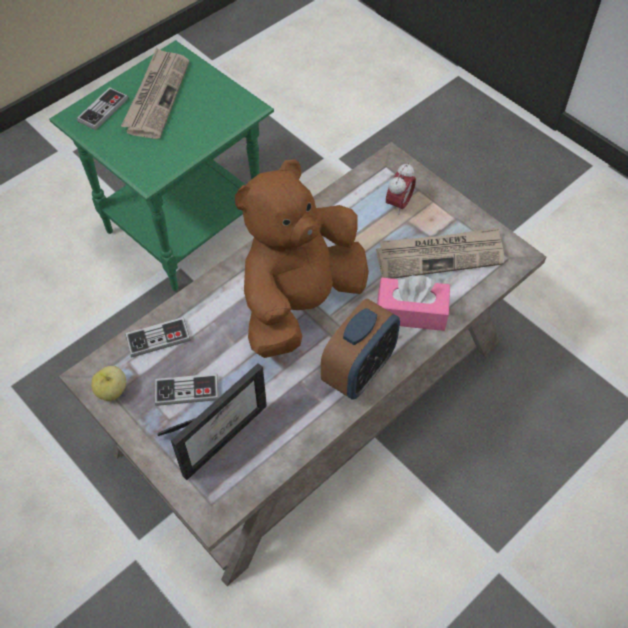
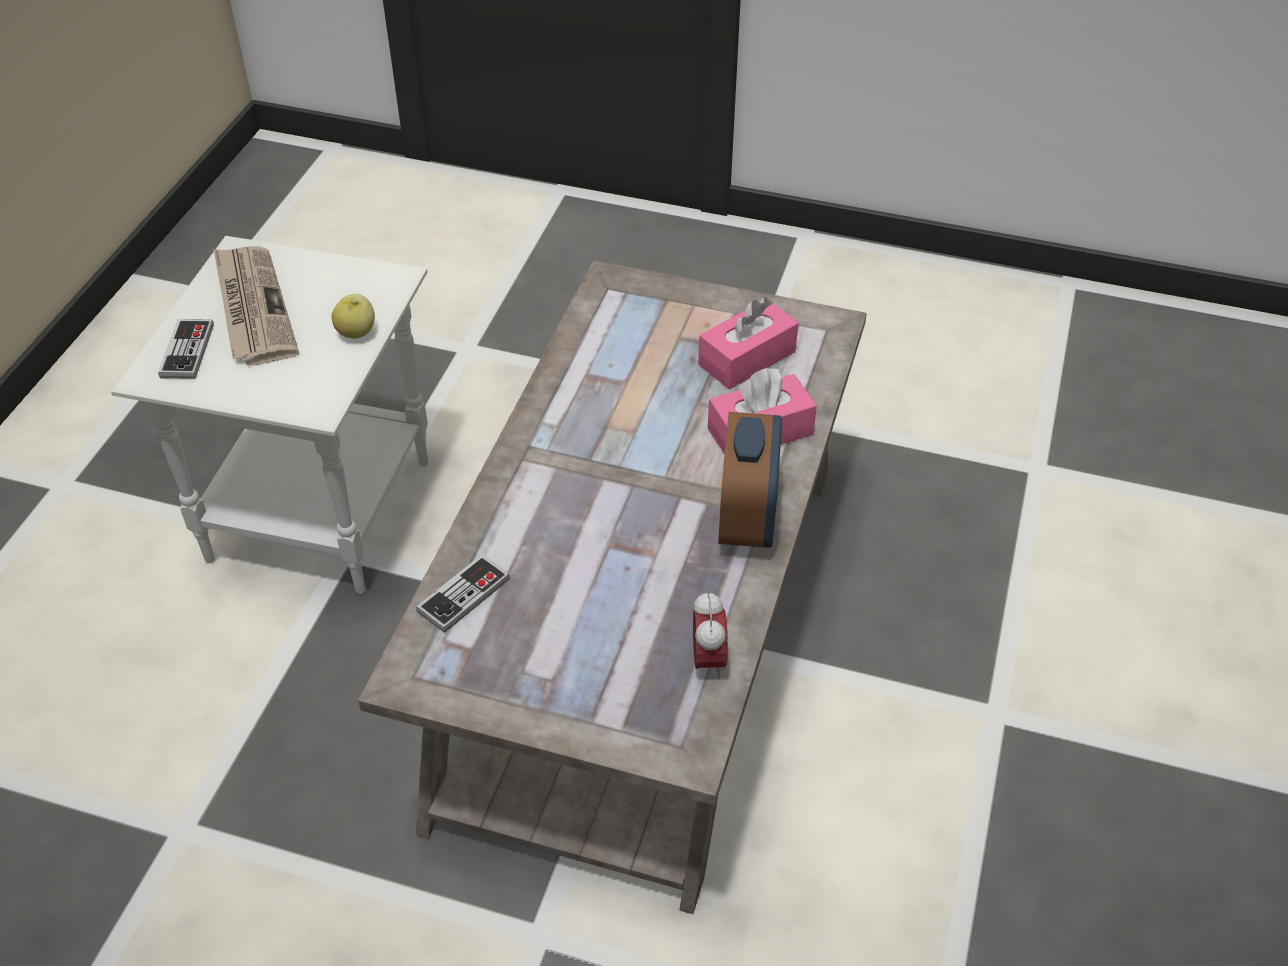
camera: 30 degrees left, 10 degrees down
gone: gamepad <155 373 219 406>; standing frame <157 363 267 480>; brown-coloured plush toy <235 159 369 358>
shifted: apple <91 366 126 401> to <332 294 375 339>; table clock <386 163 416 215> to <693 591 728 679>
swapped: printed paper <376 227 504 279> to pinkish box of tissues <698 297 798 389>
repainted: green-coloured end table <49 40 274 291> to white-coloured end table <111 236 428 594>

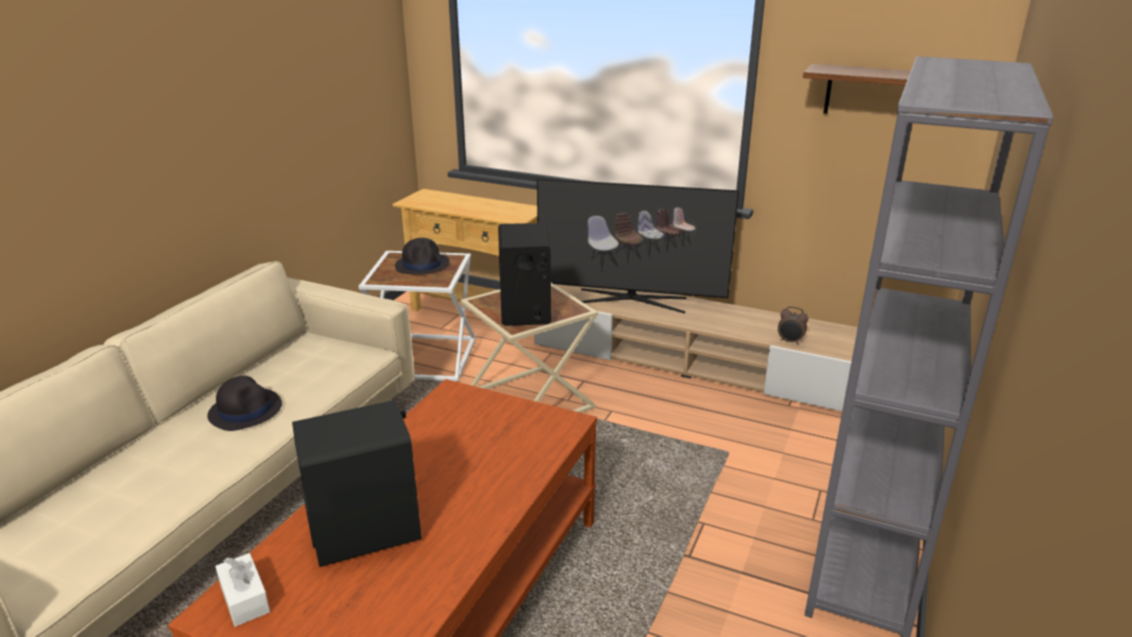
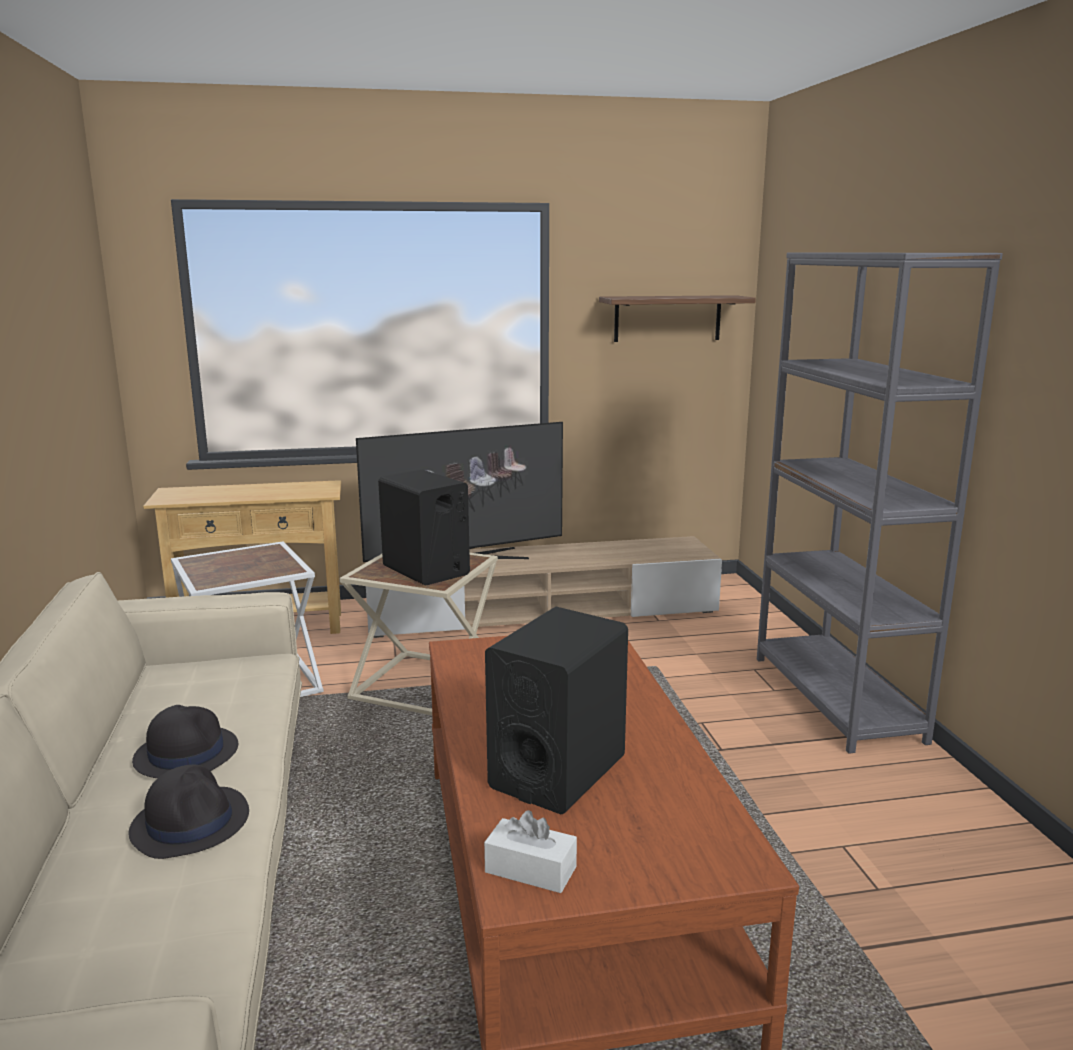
camera: 35 degrees left, 10 degrees down
gone: table clock <778 306 809 345>
shifted: black hat <395 238 450 275> to <129 765 249 859>

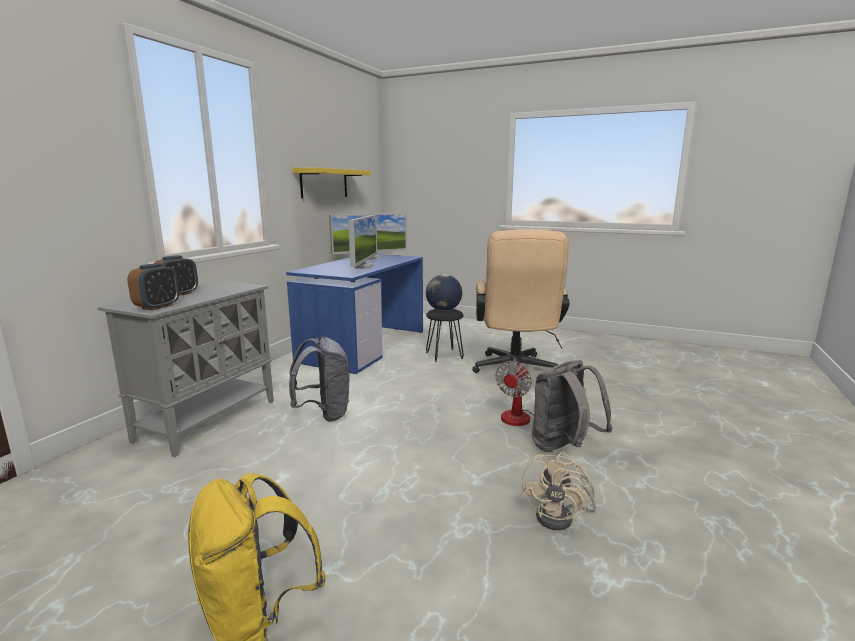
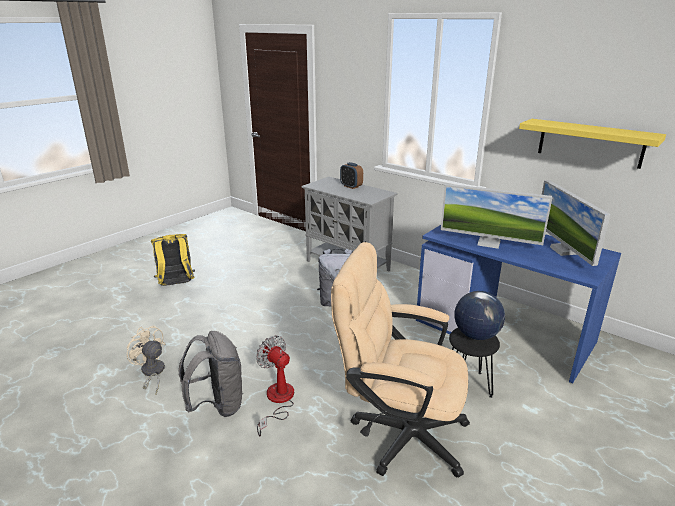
camera: 105 degrees right, 10 degrees up
gone: table clock <127 263 179 310>

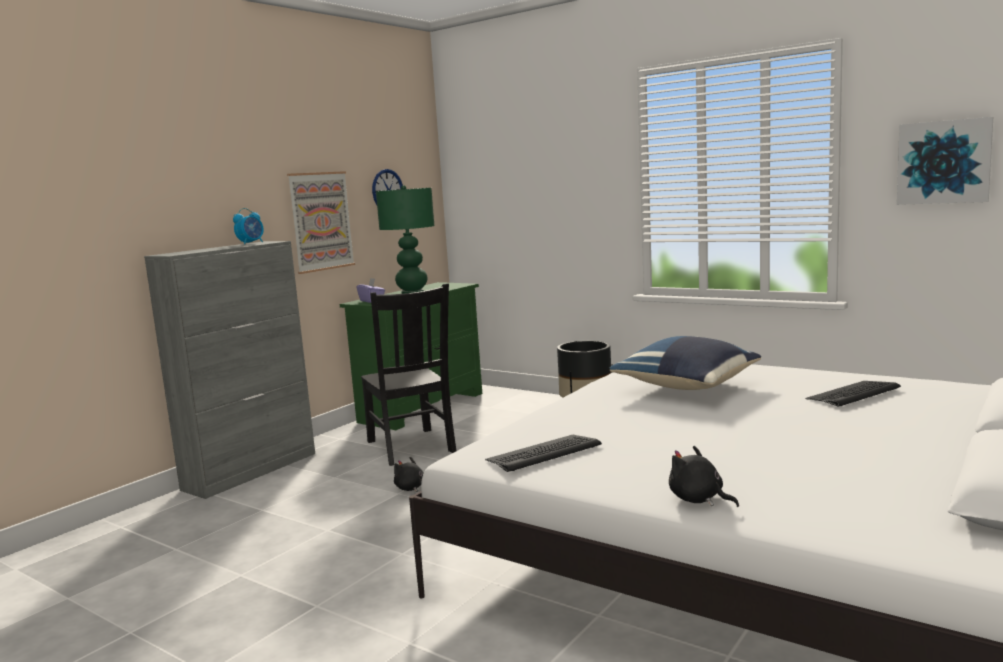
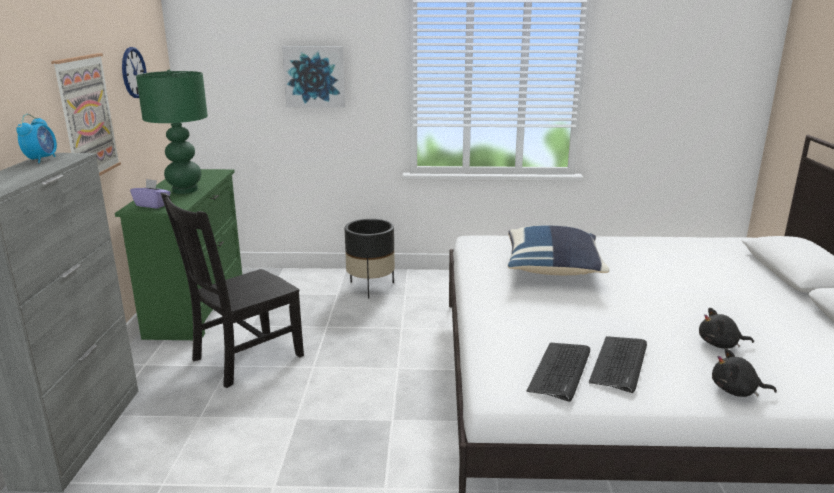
camera: 35 degrees left, 10 degrees up
shifted: wall art <897 117 993 205> to <282 46 345 108>; PC keyboard <806 381 901 406> to <589 336 647 393>; black plush toy <394 457 424 492> to <699 308 754 349>
rotated: black upright chair <361 284 456 466> = <161 193 304 388> 105 degrees clockwise

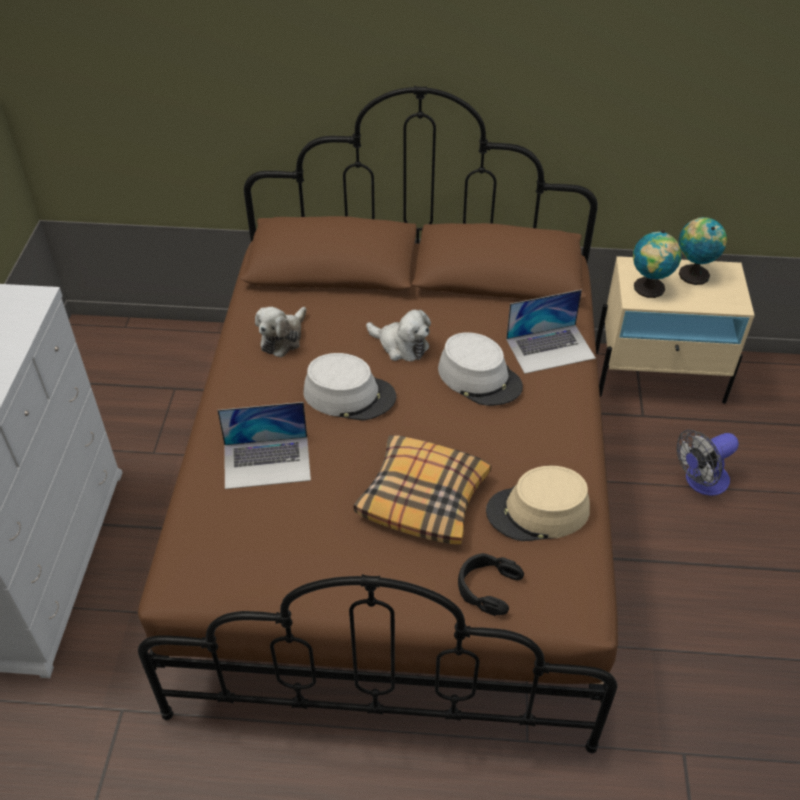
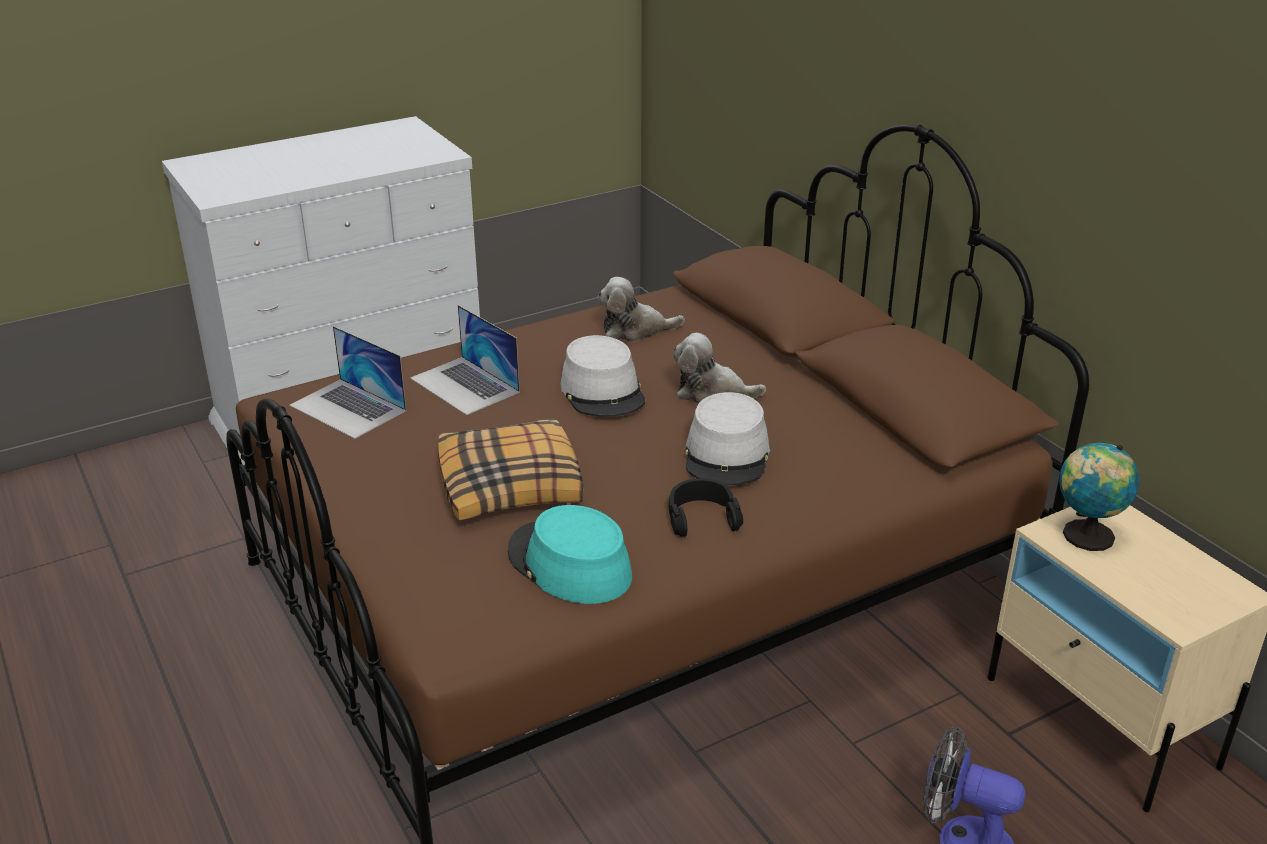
camera: 55 degrees right, 15 degrees down
gone: globe <679 217 727 285>
shifted: portable computer <506 290 596 374> to <289 326 406 439>; black pair of headphones <458 553 524 616> to <669 478 743 537>
repainted: beige-coloured hat <486 465 590 541> to turquoise hat <508 505 632 604>
rotated: plush toy <366 310 431 362> = <673 333 766 404> 105 degrees clockwise

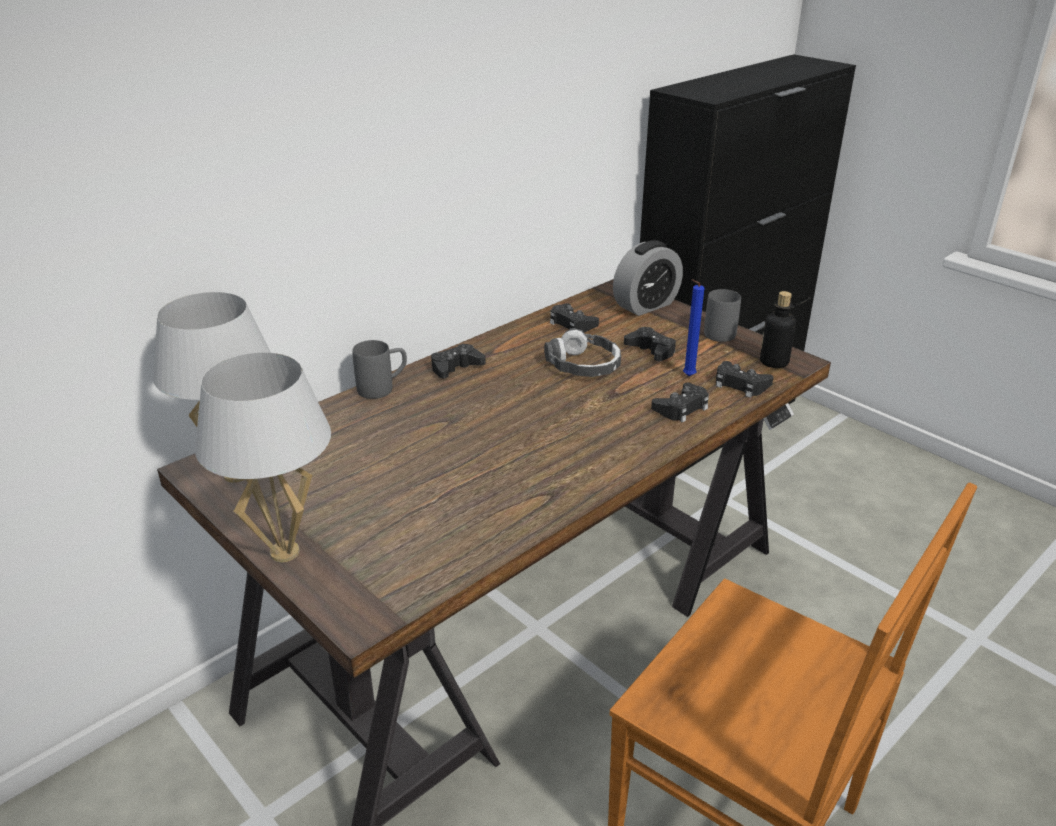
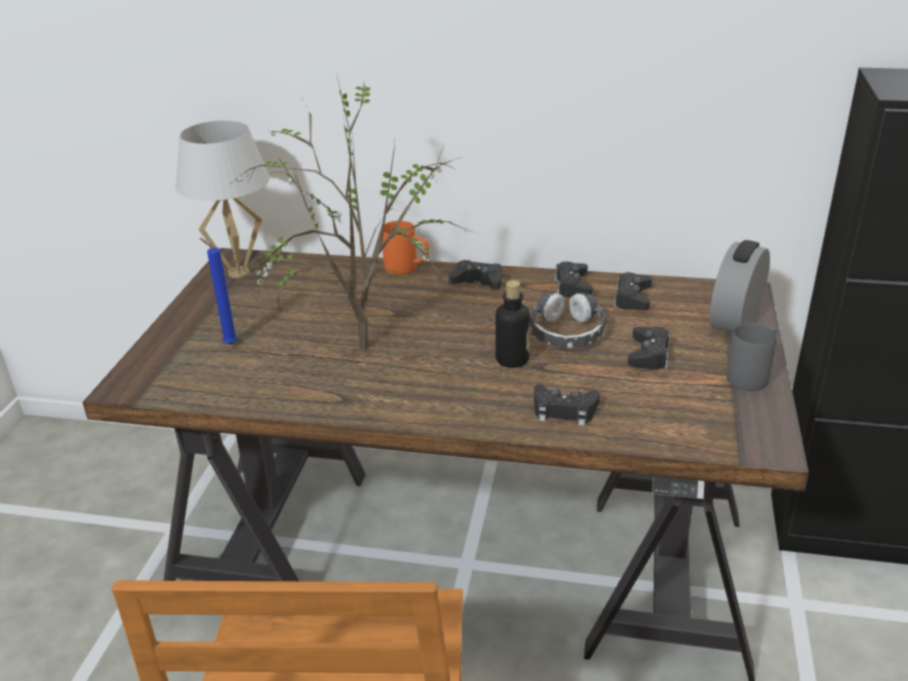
camera: 55 degrees right, 0 degrees up
gone: white-coloured table lamp <195 352 331 562>
new: houseplant <229 72 475 351>
shifted: blue wax light <683 279 705 376> to <200 238 237 344>; bottle <760 291 796 368> to <495 280 530 368>; black gamepad <716 361 774 398> to <554 261 593 298>
repainted: greyish coffee mug <352 340 407 399> to orange coffee mug <382 221 429 275>
rotated: table clock <613 240 683 316> = <710 240 770 332> 105 degrees clockwise

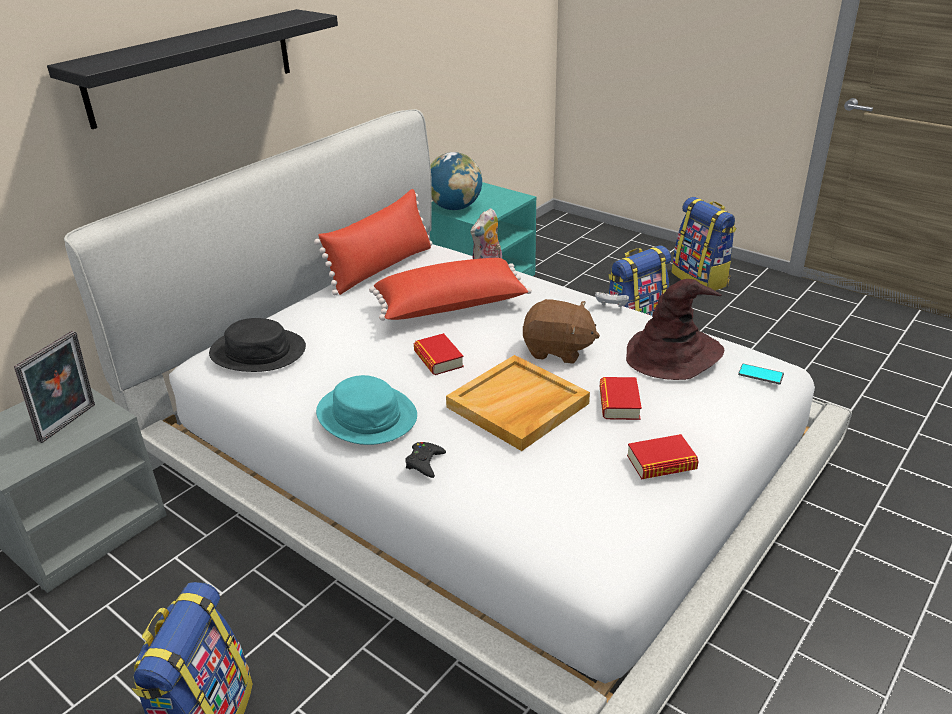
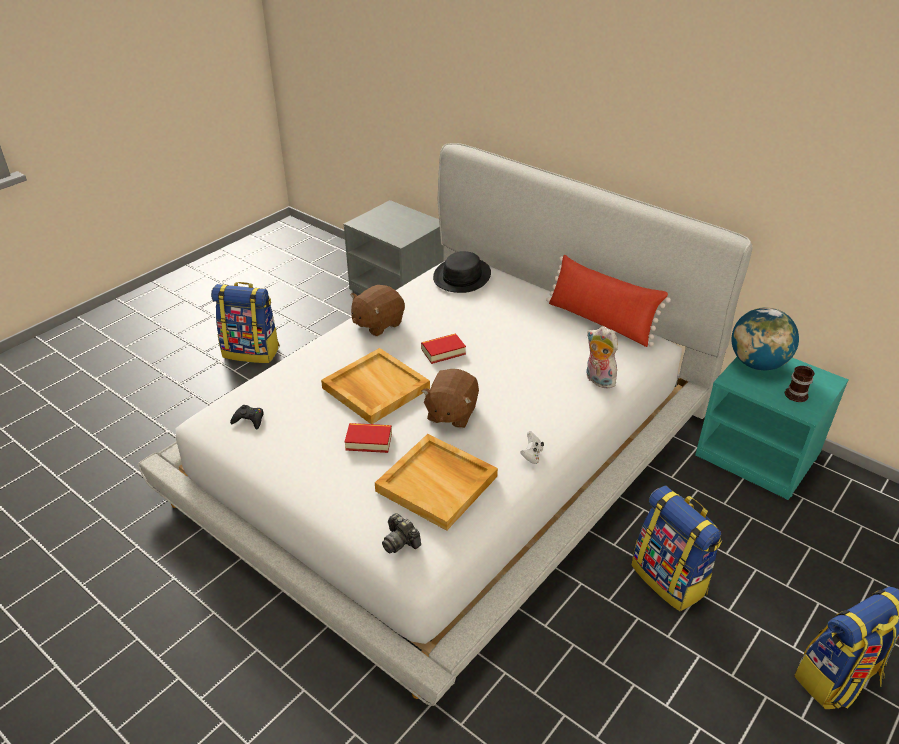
camera: 90 degrees right, 5 degrees up
gone: standing frame <14 331 95 443>; black bracket shelf <47 9 338 129>; reddish pillow <369 258 532 321>; volume <627 434 699 479>
new: coffee mug <785 366 815 402>
shifted: black gamepad <405 442 446 478> to <230 405 263 430>
swapped: turquoise hat <316 375 417 445> to brown-coloured plush toy <351 285 405 336>; brown-coloured hat <626 279 724 380> to beige-coloured serving tray <375 434 498 531>; handset <738 364 784 385> to photo camera <382 513 421 554>

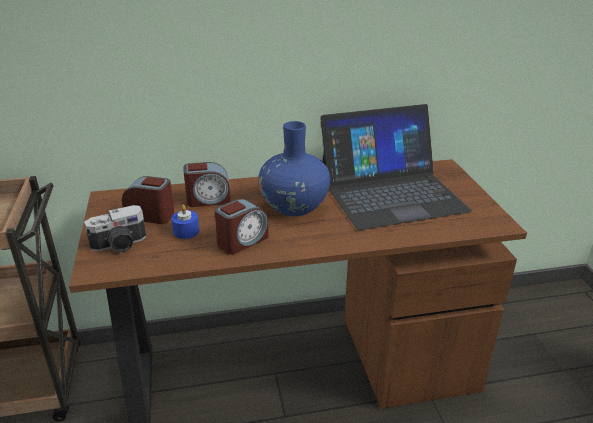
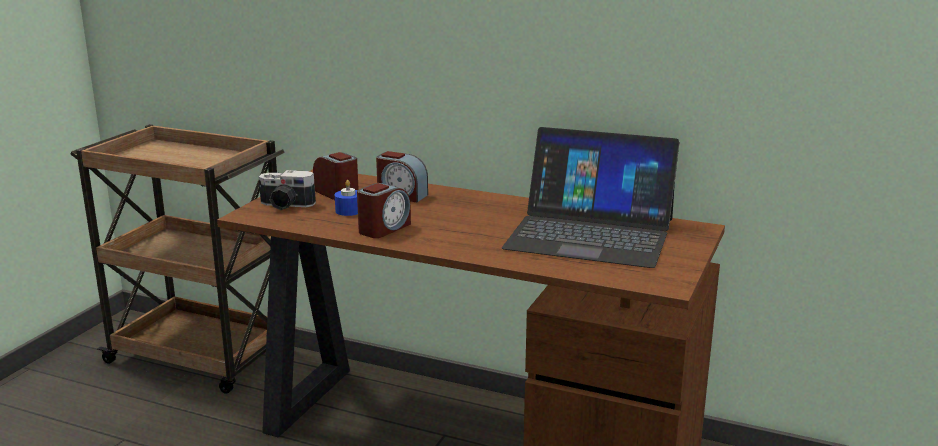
camera: 35 degrees right, 10 degrees down
gone: blue decorative vase <259 121 330 216>
rotated: table clock <215 199 269 254> = <357 183 411 238> 45 degrees counterclockwise

